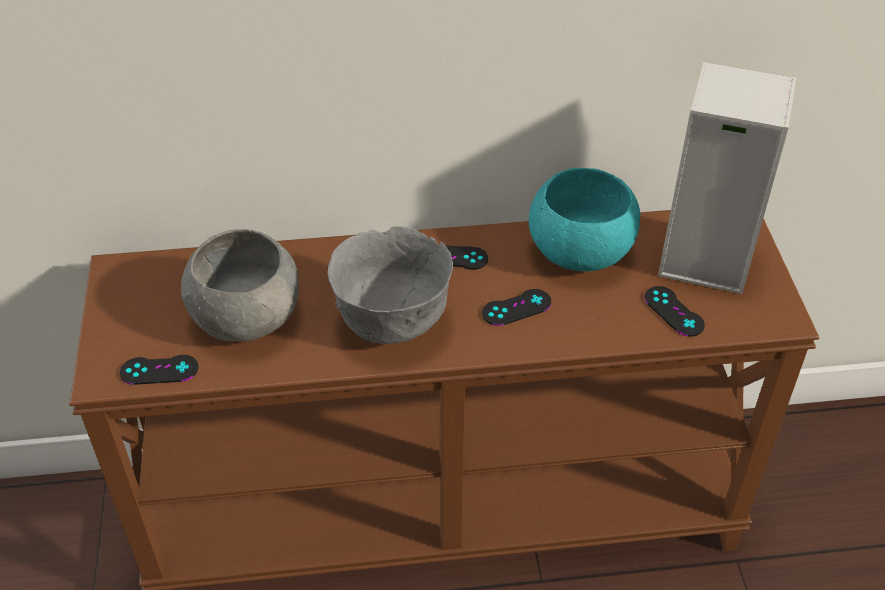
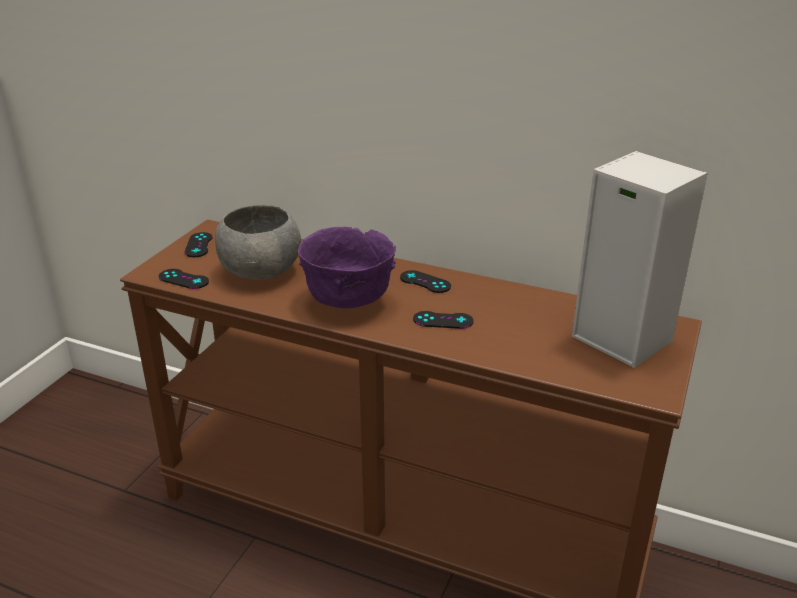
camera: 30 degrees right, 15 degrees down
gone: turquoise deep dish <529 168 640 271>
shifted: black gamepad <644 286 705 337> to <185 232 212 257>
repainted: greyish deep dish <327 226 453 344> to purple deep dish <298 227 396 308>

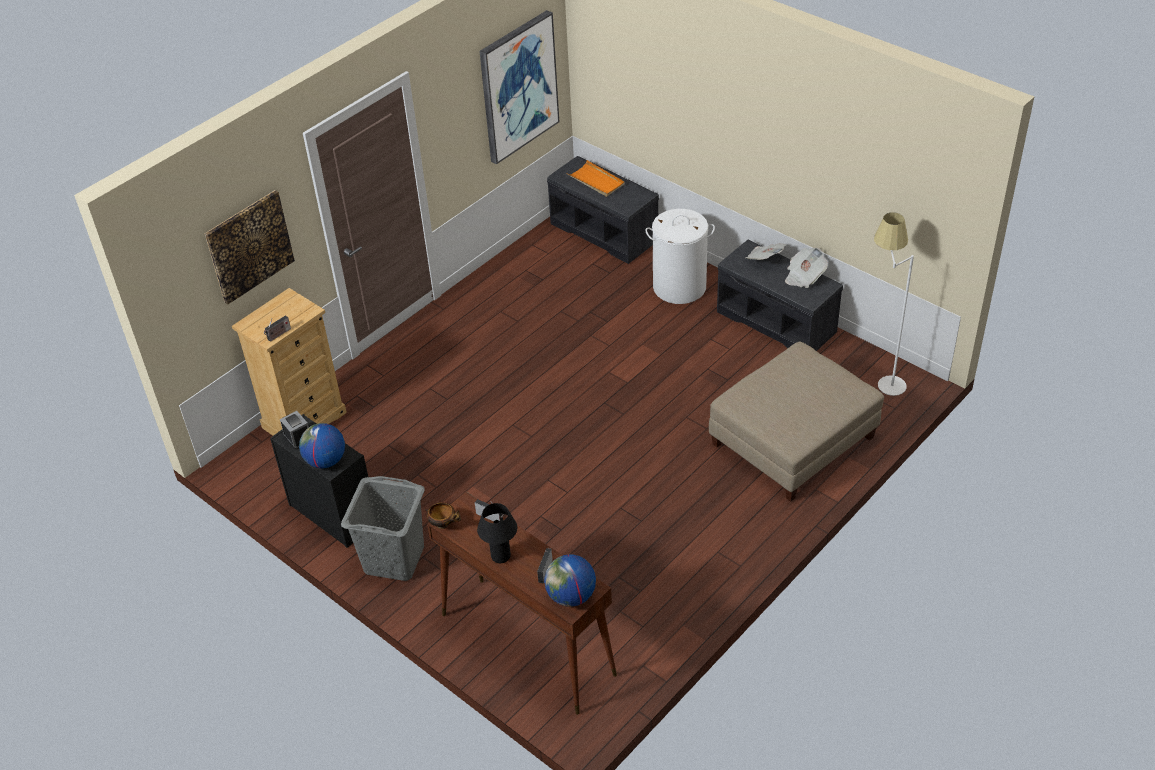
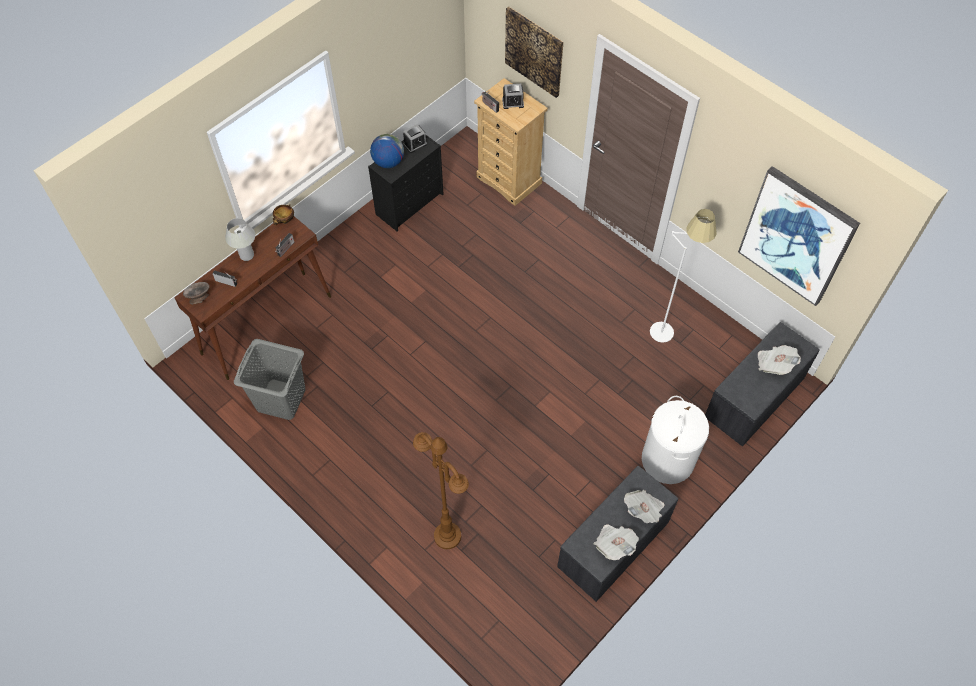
camera: 90 degrees right, 15 degrees up
new: table clock <502 84 524 109>
shifted: greyish hamper <341 476 425 581> to <234 339 306 420>; white-coloured standard lamp <874 212 914 396> to <650 209 717 343>
swapped: globe <544 554 596 607> to greyish deep dish <183 282 210 305>; beige-coloured pouffe <709 342 884 502> to brown-coloured standard lamp <413 432 469 549>; orange serving tray <567 160 625 197> to printed paper <758 345 801 375>
repainted: black table lamp <477 503 517 563> to white-coloured table lamp <225 218 255 261>

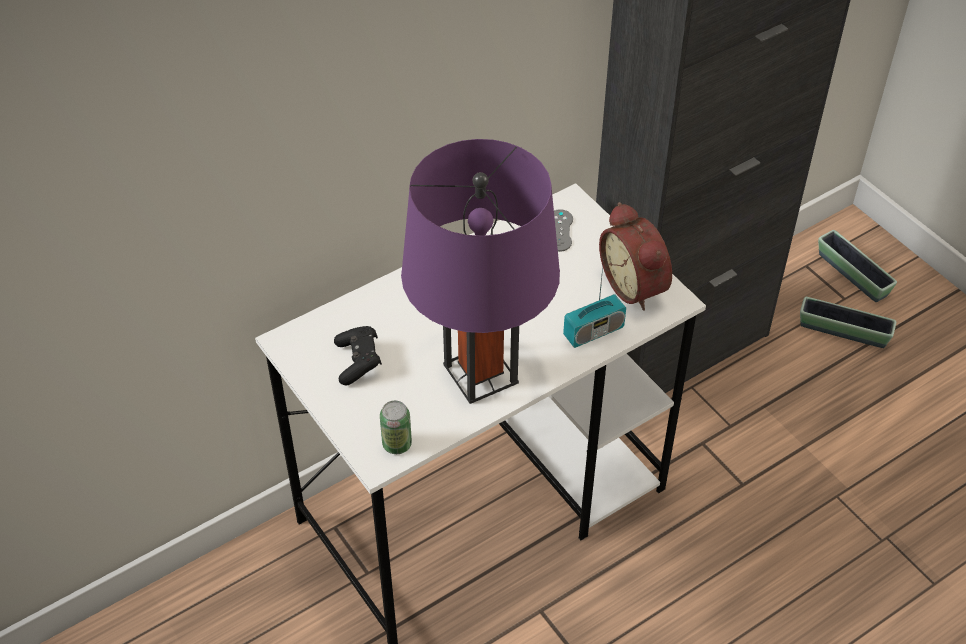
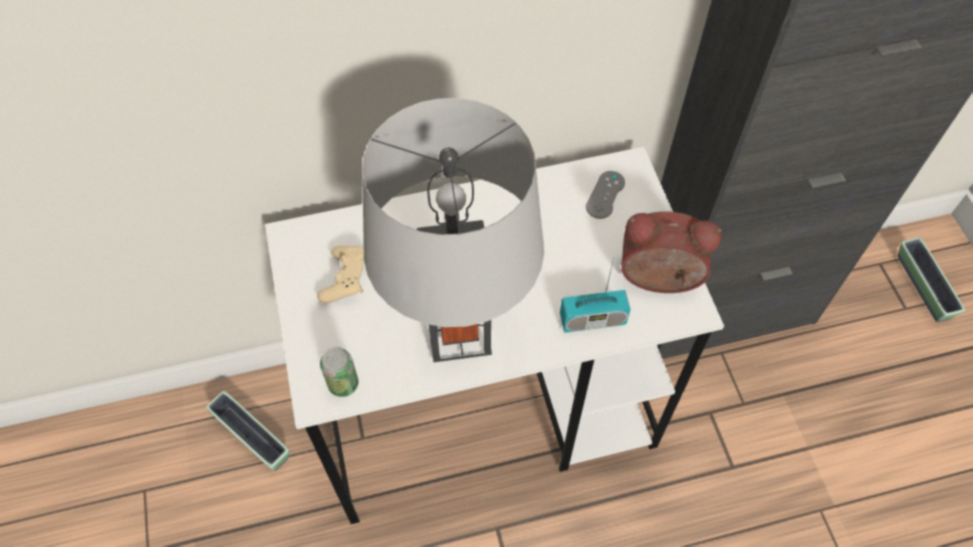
camera: 20 degrees right, 10 degrees up
shifted: flower pot <800 297 896 348> to <206 391 289 471>
repainted: black gamepad <334 326 382 385> to beige-coloured gamepad <317 246 364 303>; purple table lamp <401 139 560 404> to greyish table lamp <362 98 544 362>
rotated: table clock <599 202 672 311> = <621 211 722 293> 105 degrees clockwise

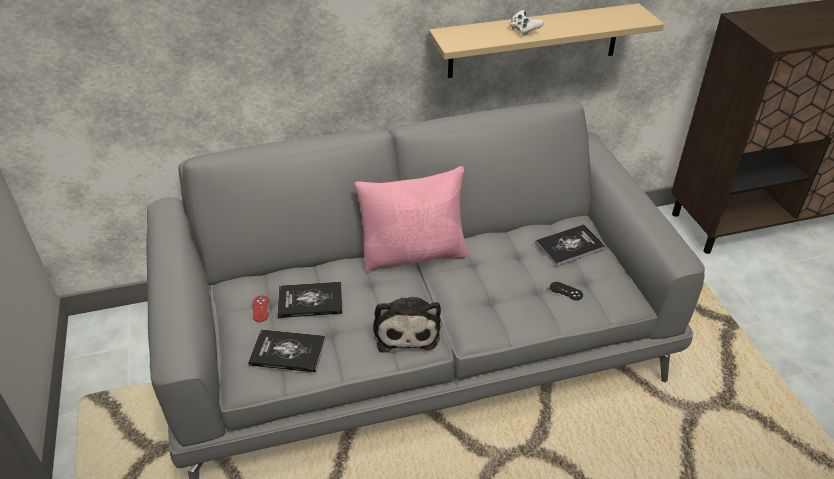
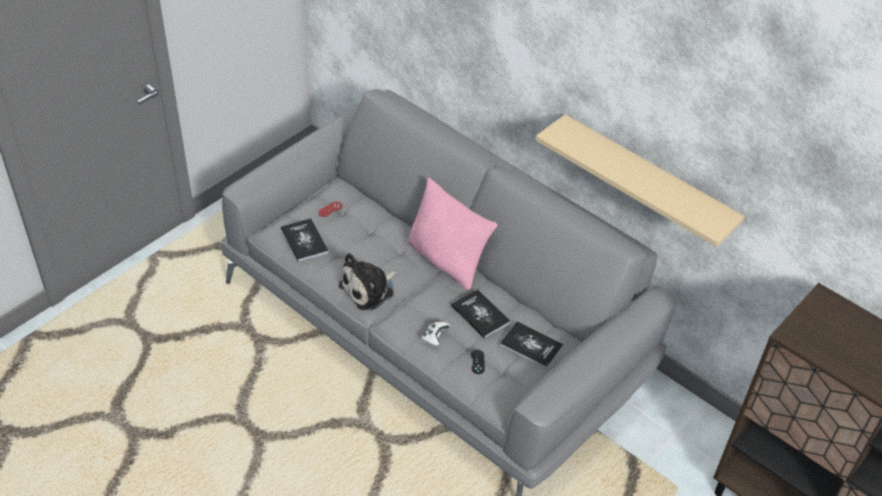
camera: 55 degrees right, 5 degrees up
shifted: white-coloured gamepad <509 10 544 36> to <422 322 450 346>; volume <277 282 343 318> to <451 289 510 339>

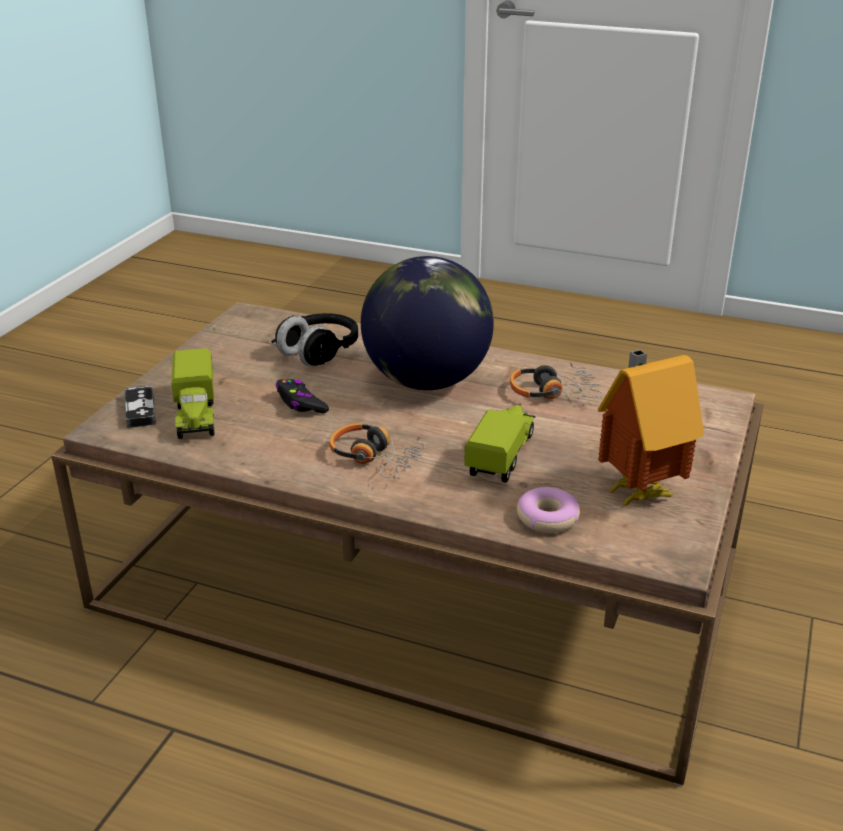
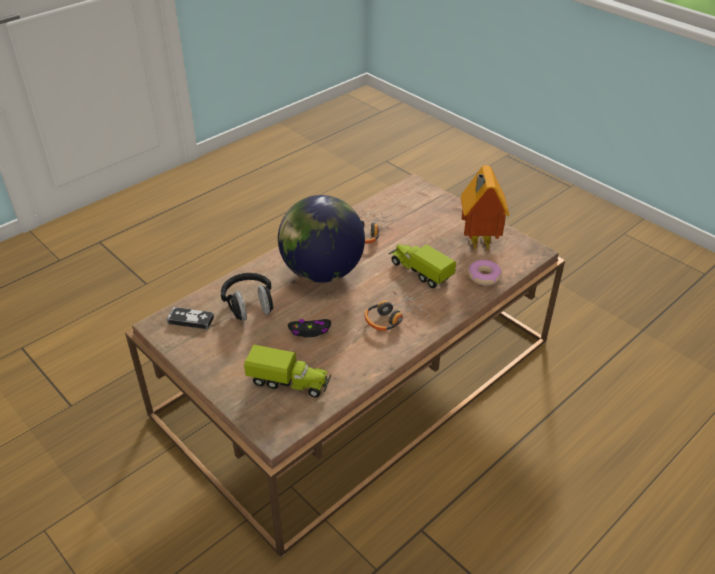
camera: 65 degrees left, 10 degrees up
shifted: gamepad <124 386 156 428> to <167 307 214 329>

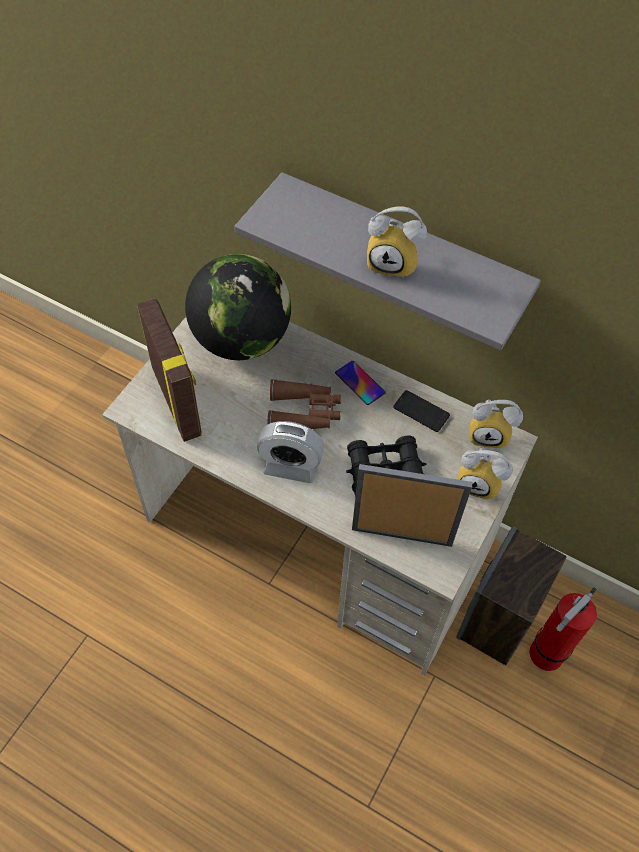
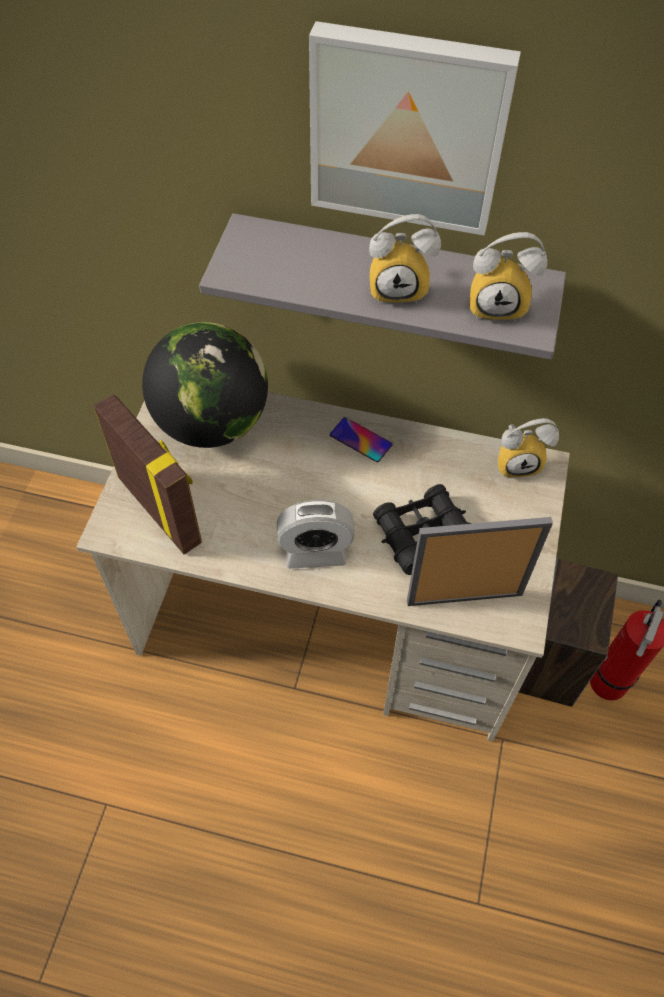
camera: 15 degrees left, 0 degrees up
gone: brown-coloured binoculars <268 379 341 429>; handset <393 390 450 432>
new: wall art <309 21 521 236>
shifted: table clock <457 448 513 499> to <469 232 548 322>

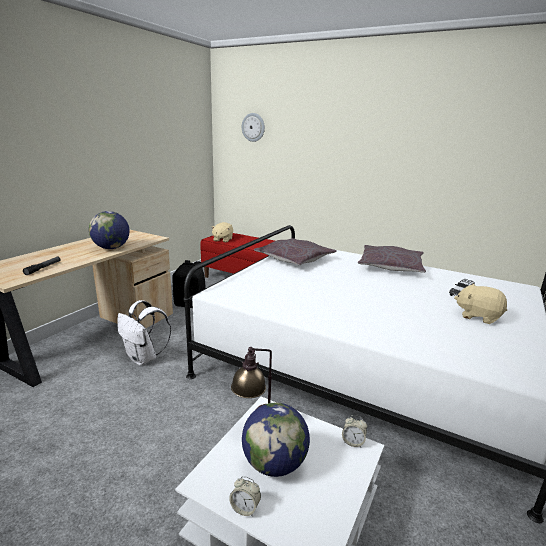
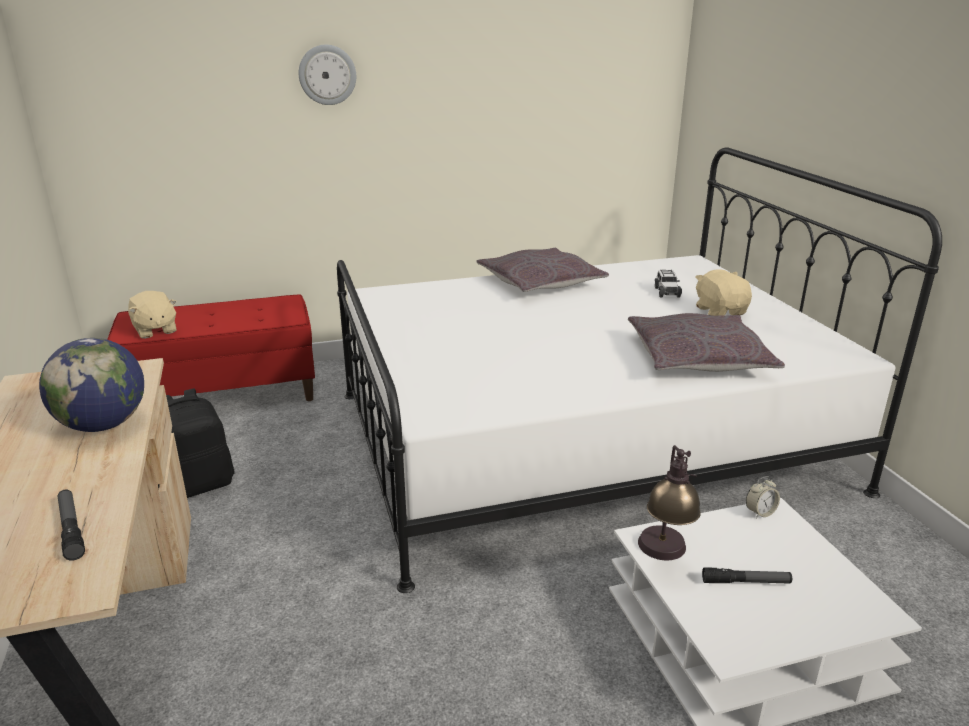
camera: 45 degrees left, 5 degrees up
gone: white-coloured backpack <117 300 171 365>; table clock <229 476 261 517>
shifted: hanging clock <242 113 265 142> to <299 45 356 105>; greyish pillow <254 238 337 265> to <628 313 785 372>
swapped: globe <242 403 310 477> to hand torch <702 567 792 584>
rotated: beige-coloured plush toy <454 284 507 324> = <695 269 752 316> 90 degrees clockwise

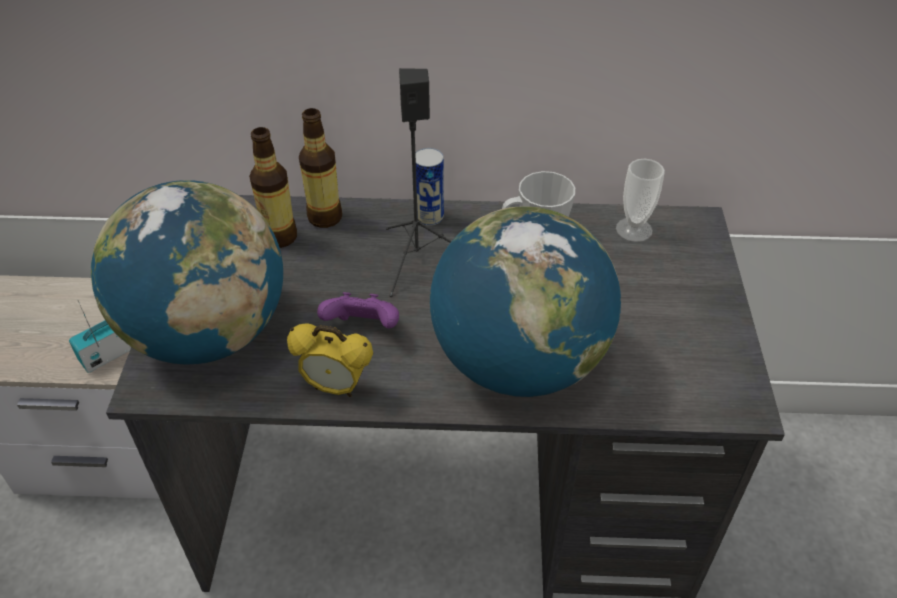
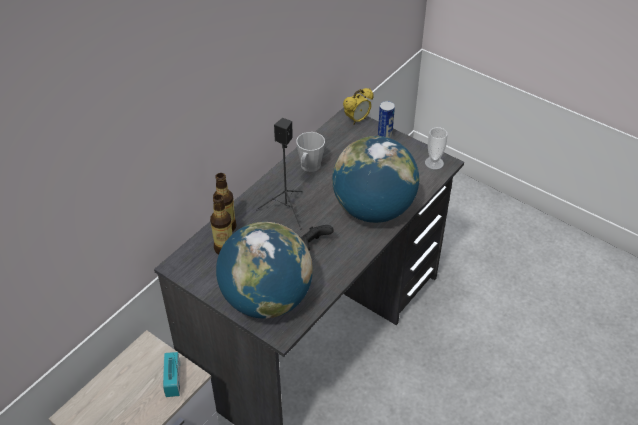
camera: 55 degrees left, 0 degrees up
shifted: table clock <287 324 373 397> to <343 88 374 125>; can <415 148 444 226> to <378 101 395 138>; small cup <616 159 665 242> to <425 127 448 169>
repainted: purple gamepad <317 292 399 329> to black gamepad <299 225 334 251>

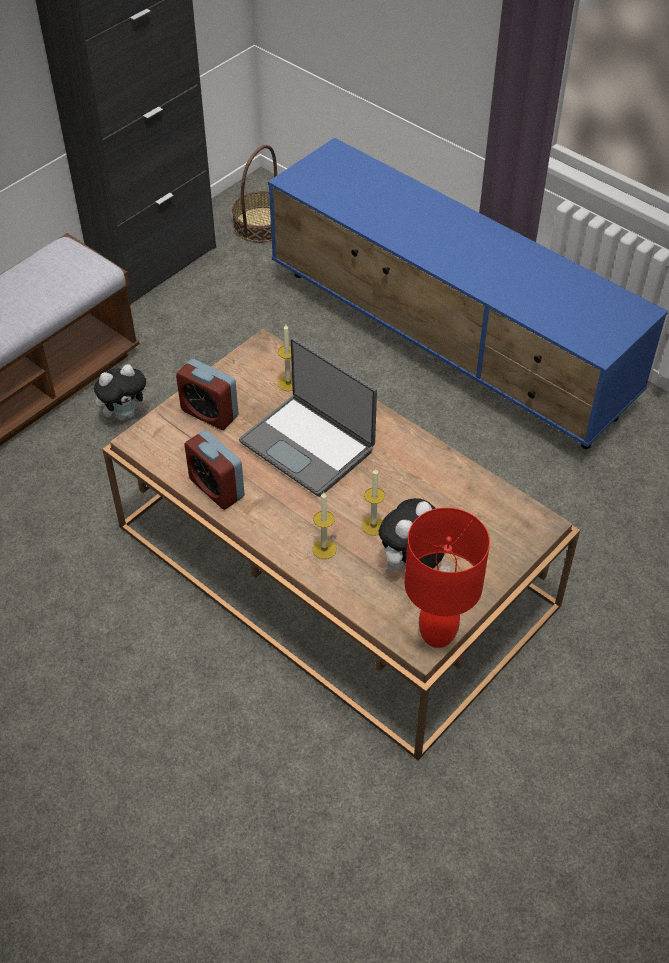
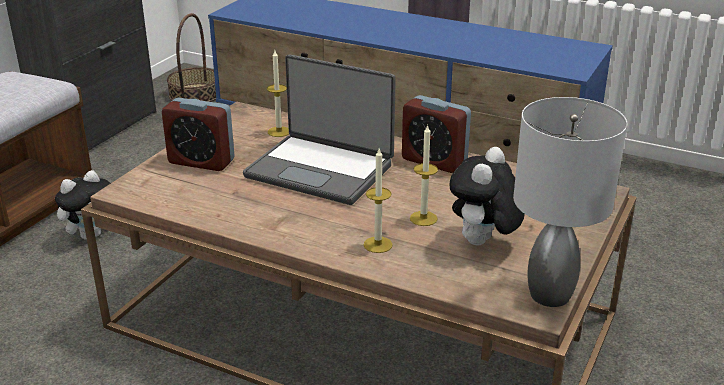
camera: 15 degrees left, 20 degrees down
shifted: table clock <184 430 245 510> to <402 95 471 173>
repainted: reddish table lamp <405 508 490 648> to greyish table lamp <513 97 628 307>

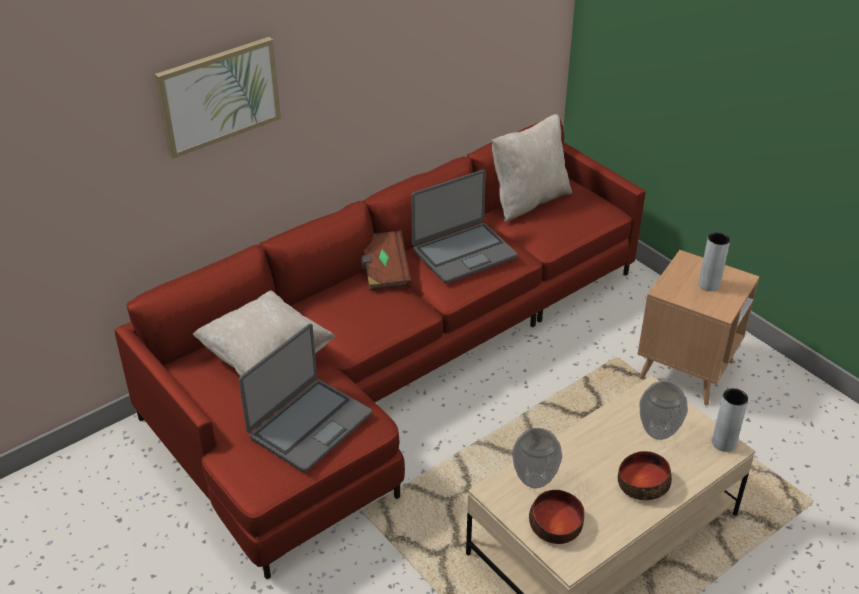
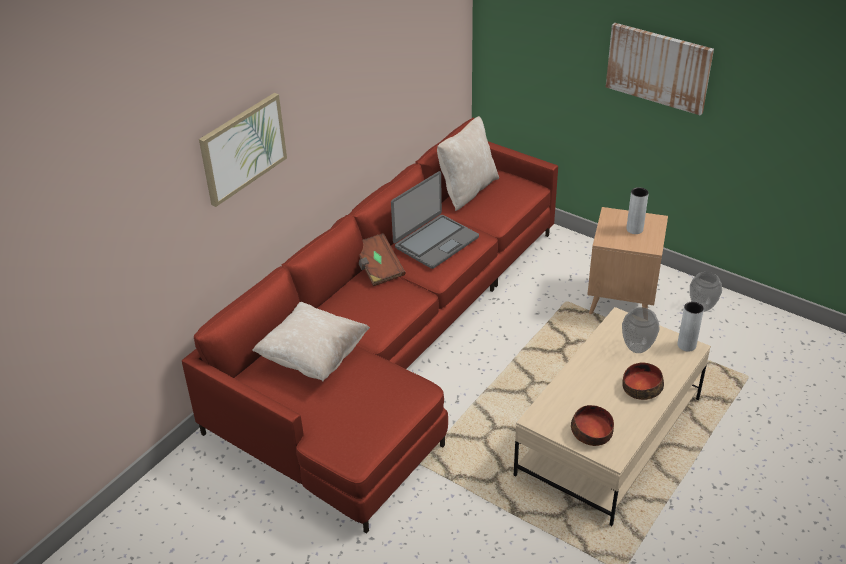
camera: 15 degrees left, 0 degrees up
gone: portable computer <239 324 372 472>
new: wall art <606 23 714 116>
shifted: decorative vase <512 428 562 489> to <690 272 722 312>

